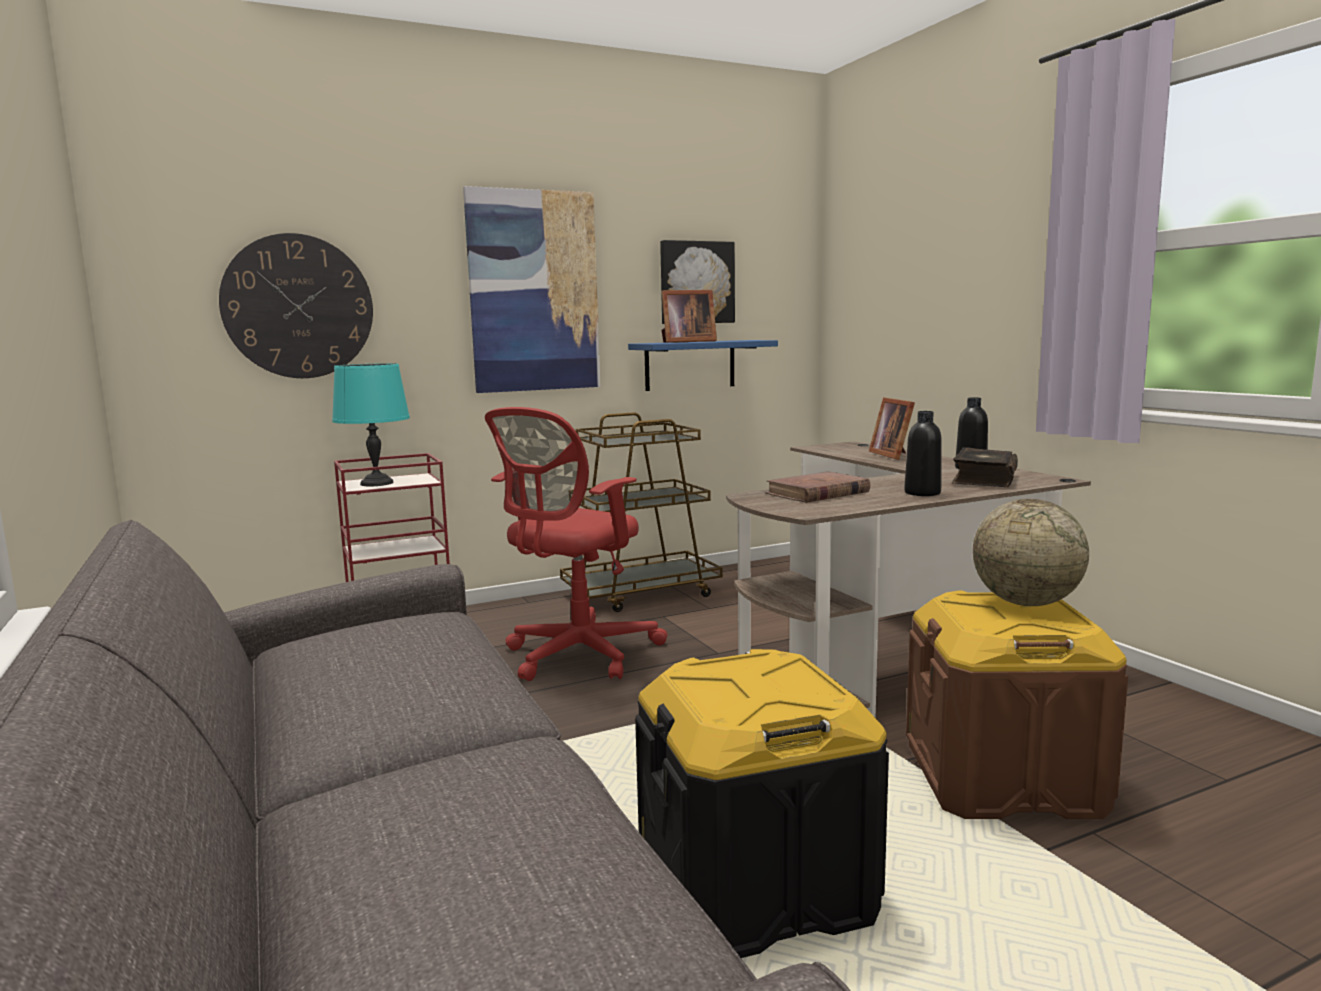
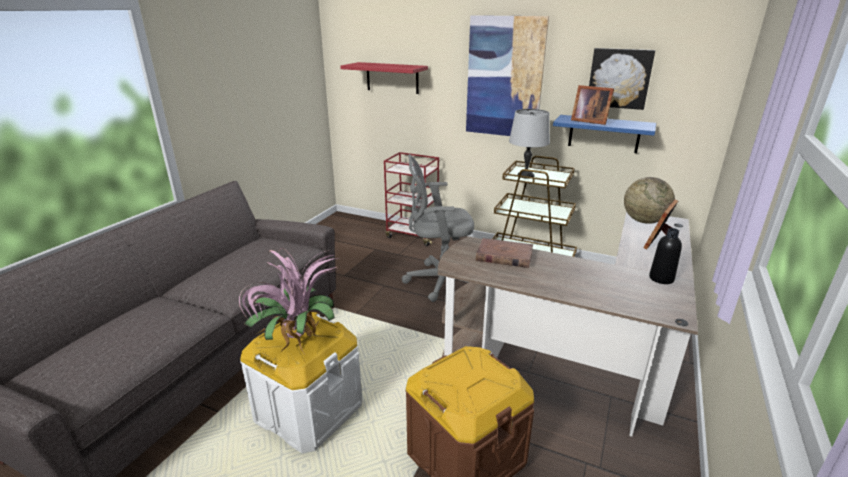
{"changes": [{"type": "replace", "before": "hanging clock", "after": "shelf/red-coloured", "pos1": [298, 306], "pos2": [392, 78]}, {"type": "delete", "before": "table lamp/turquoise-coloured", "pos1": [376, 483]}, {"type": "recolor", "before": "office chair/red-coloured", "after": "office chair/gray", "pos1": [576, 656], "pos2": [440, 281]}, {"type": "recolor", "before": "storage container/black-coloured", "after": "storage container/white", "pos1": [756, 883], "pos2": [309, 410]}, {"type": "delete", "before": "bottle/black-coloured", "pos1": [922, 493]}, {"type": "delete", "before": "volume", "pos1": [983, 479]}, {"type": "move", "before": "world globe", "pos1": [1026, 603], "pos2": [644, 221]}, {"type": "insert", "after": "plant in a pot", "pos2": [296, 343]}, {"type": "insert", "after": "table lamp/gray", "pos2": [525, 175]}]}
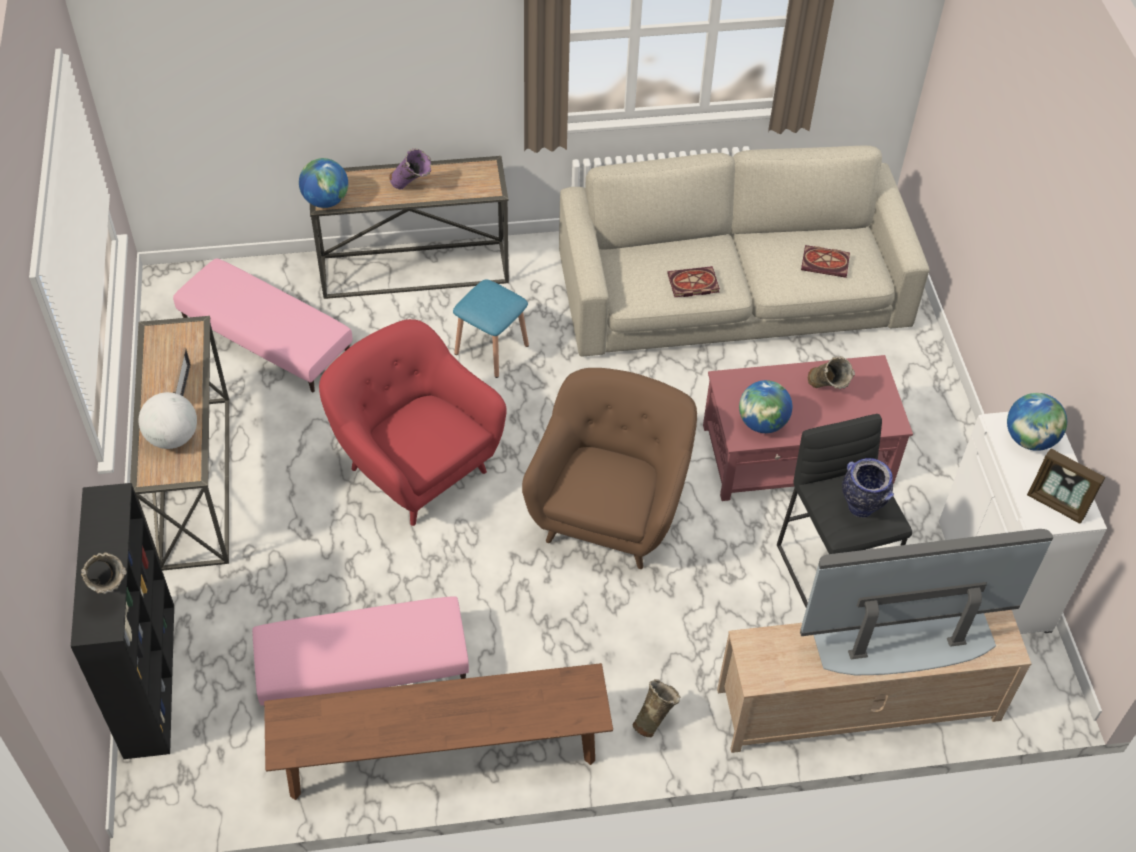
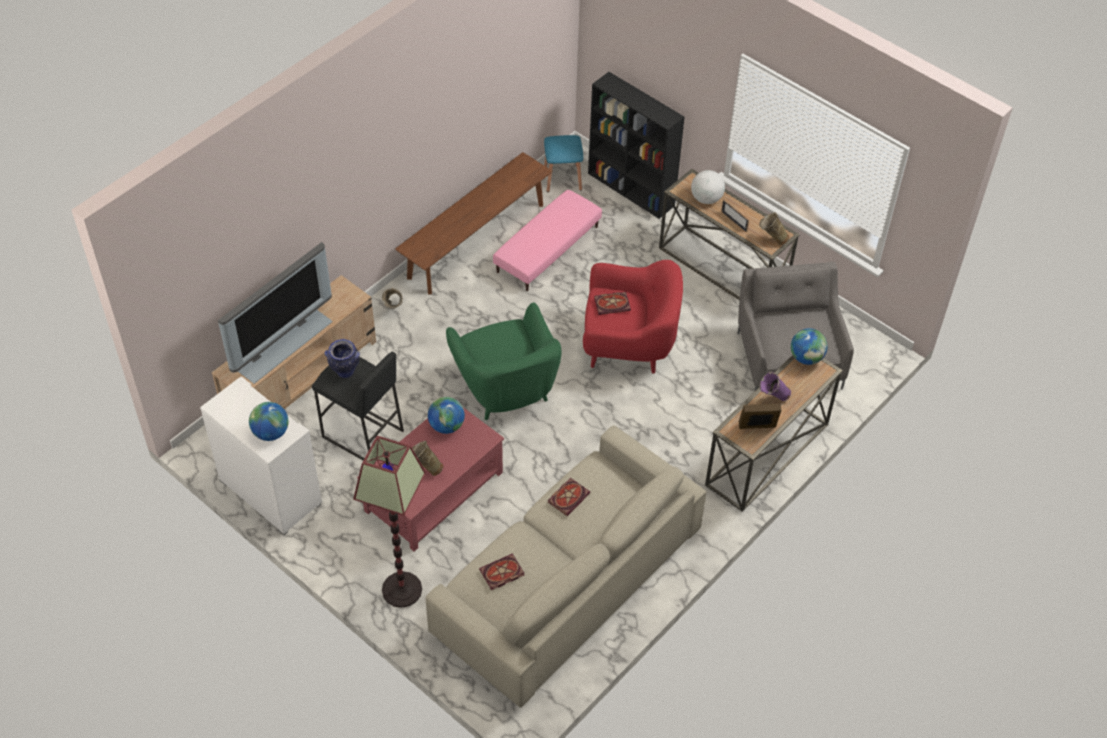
{"changes": [{"type": "move", "before": "flower vase/beige-coloured", "pos1": [109, 592], "pos2": [771, 241]}, {"type": "replace", "before": "pouffe/pink", "after": "easy chair/gray", "pos1": [266, 338], "pos2": [788, 356]}, {"type": "move", "before": "stool/blue", "pos1": [491, 349], "pos2": [562, 178]}, {"type": "recolor", "before": "easy chair/brown", "after": "easy chair/green-coloured", "pos1": [609, 513], "pos2": [506, 389]}, {"type": "move", "before": "photo frame", "pos1": [1057, 504], "pos2": [757, 427]}, {"type": "insert", "after": "standing lamp", "pos2": [402, 589]}, {"type": "insert", "after": "volume", "pos2": [613, 304]}]}
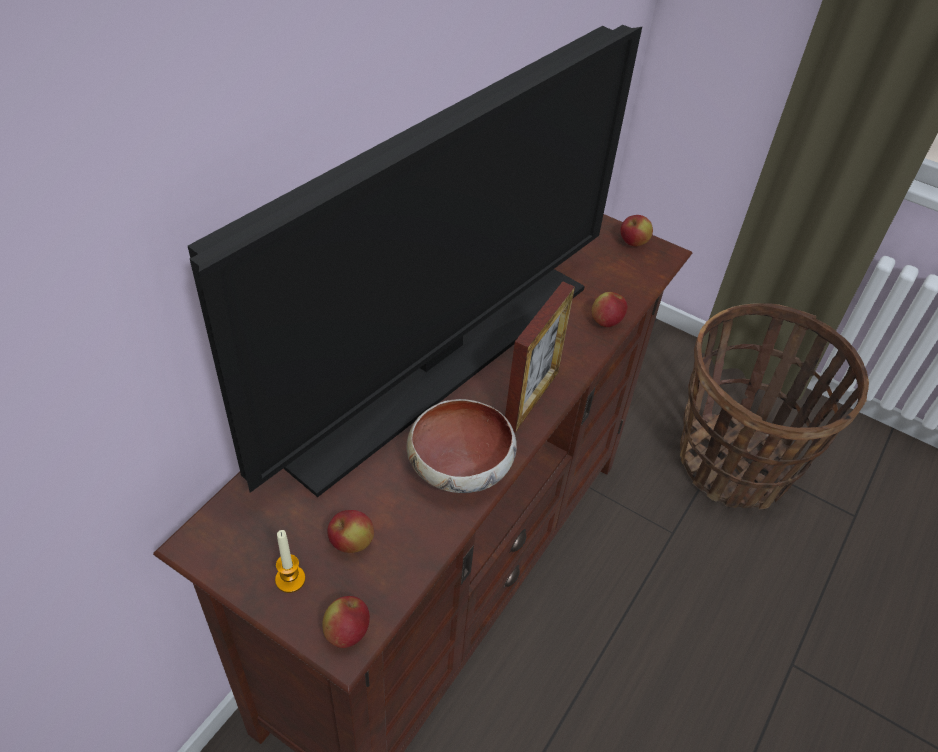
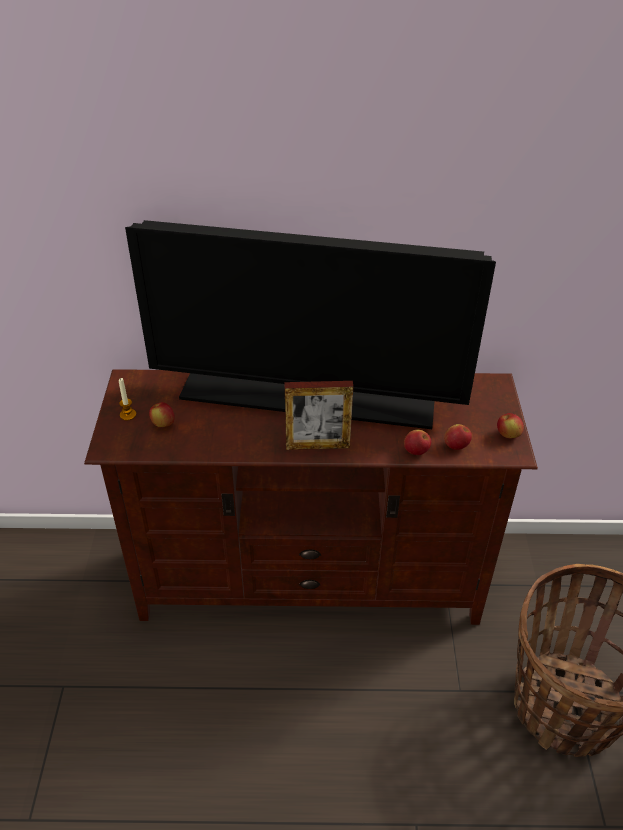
{"changes": [{"type": "move", "before": "apple", "pos1": [347, 632], "pos2": [456, 446]}, {"type": "delete", "before": "serving bowl", "pos1": [461, 465]}]}
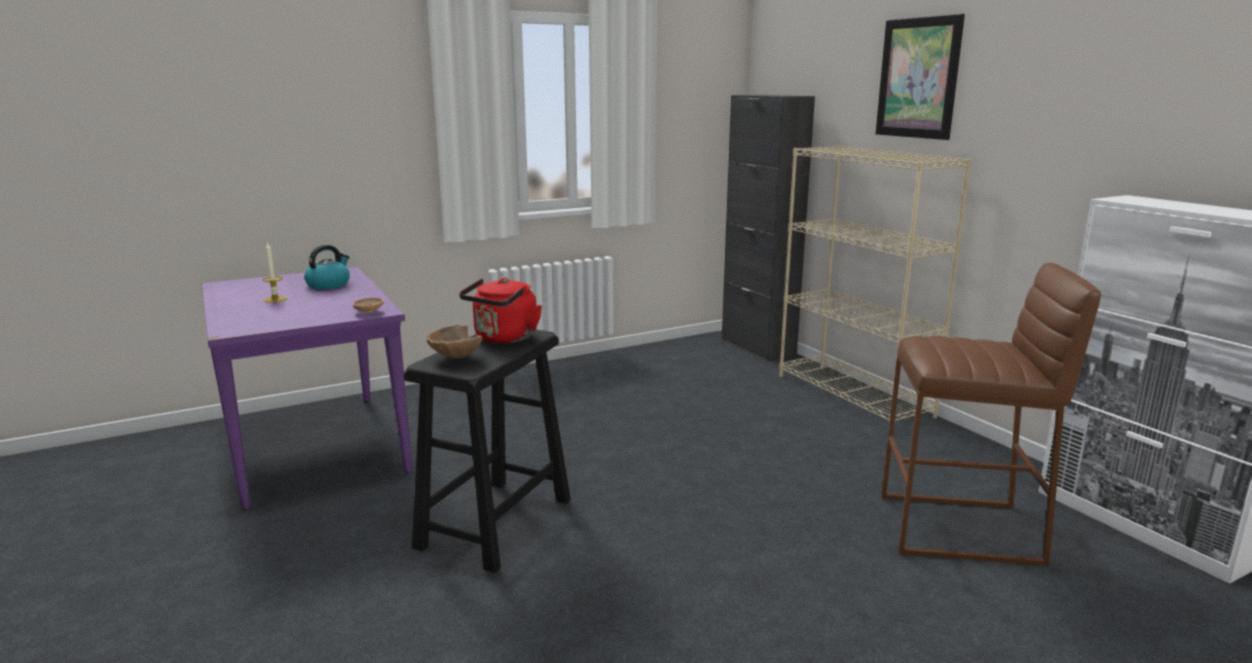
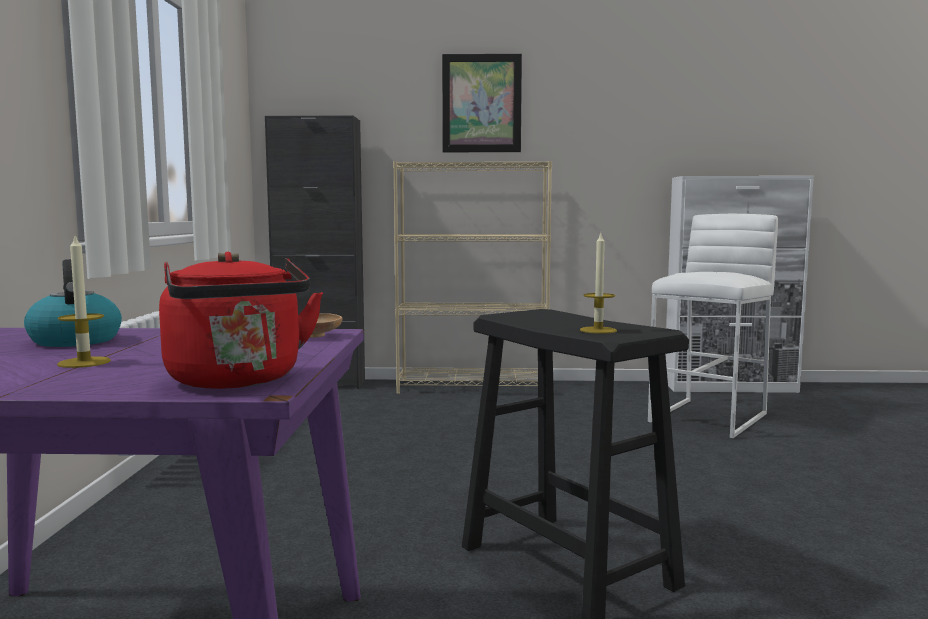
{"changes": [{"type": "replace", "before": "serving bowl/brown", "after": "candle", "pos1": [454, 358], "pos2": [598, 330]}, {"type": "move", "before": "water kettle/red-coloured", "pos1": [503, 339], "pos2": [238, 381]}, {"type": "recolor", "before": "stool/brown", "after": "stool/white", "pos1": [960, 529], "pos2": [710, 417]}]}
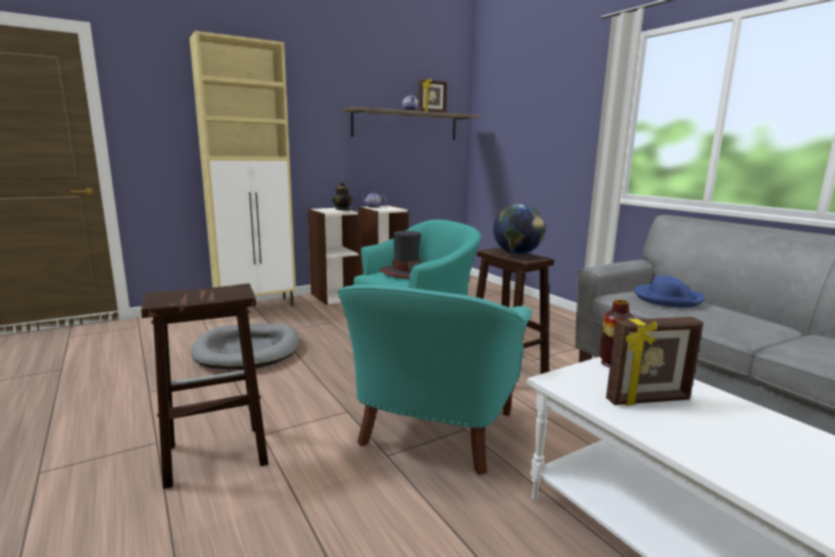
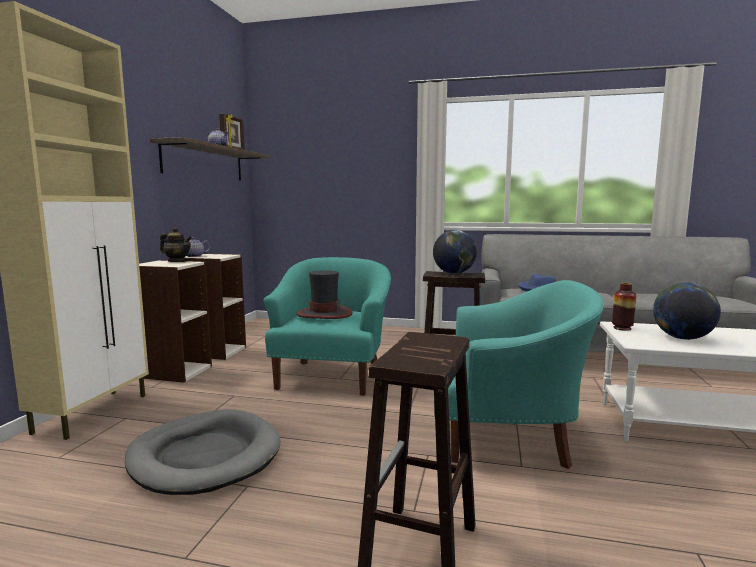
{"changes": [{"type": "rotate", "before": "easy chair/turquoise-coloured", "pos1": [433, 432], "pos2": [508, 436], "turn": -60}, {"type": "replace", "before": "photo frame", "after": "world globe", "pos1": [648, 400], "pos2": [682, 338]}]}
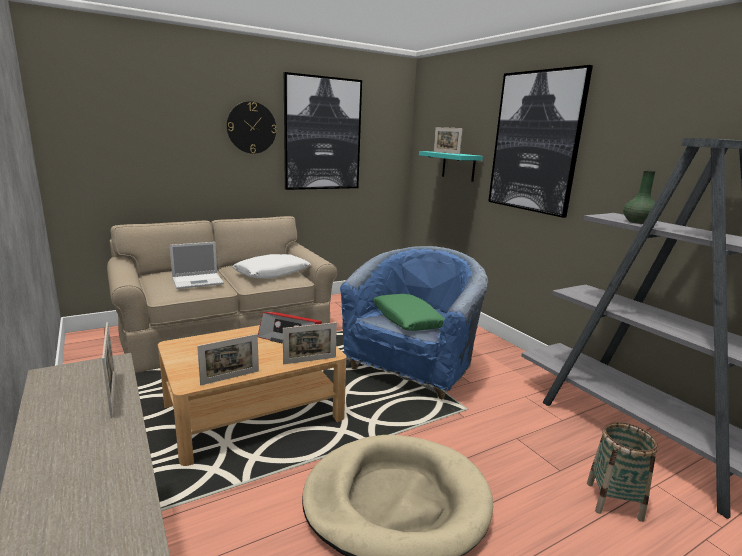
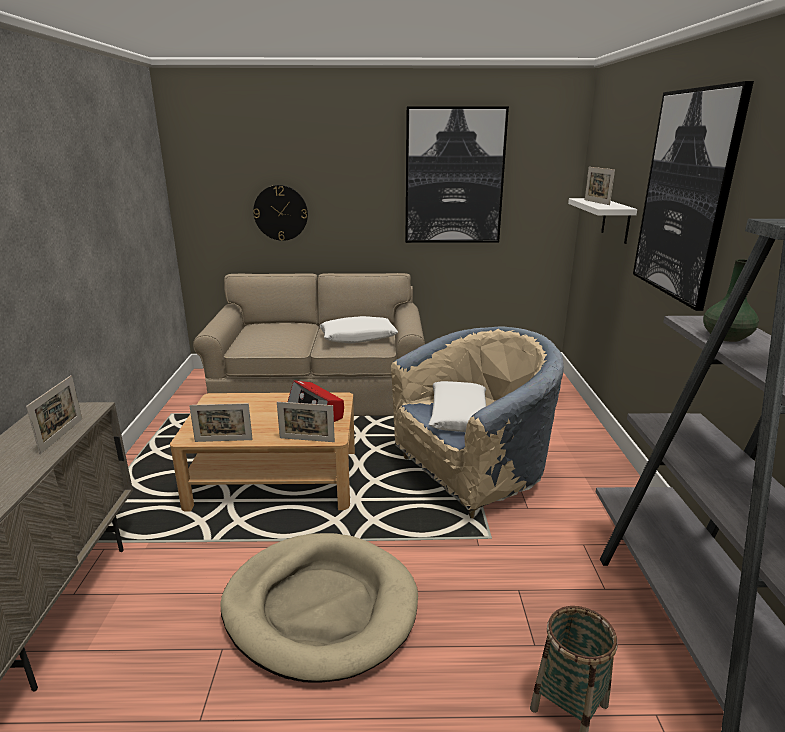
{"changes": [{"type": "delete", "before": "portable computer", "pos1": [198, 281]}, {"type": "move", "before": "hanging clock", "pos1": [251, 127], "pos2": [280, 213]}, {"type": "recolor", "before": "easy chair/blue", "after": "easy chair/beige-coloured", "pos1": [413, 368], "pos2": [472, 474]}, {"type": "recolor", "before": "throw pillow/green-coloured", "after": "throw pillow/white", "pos1": [407, 320], "pos2": [458, 416]}, {"type": "recolor", "before": "shelf/turquoise-coloured", "after": "shelf/white", "pos1": [458, 166], "pos2": [616, 220]}]}
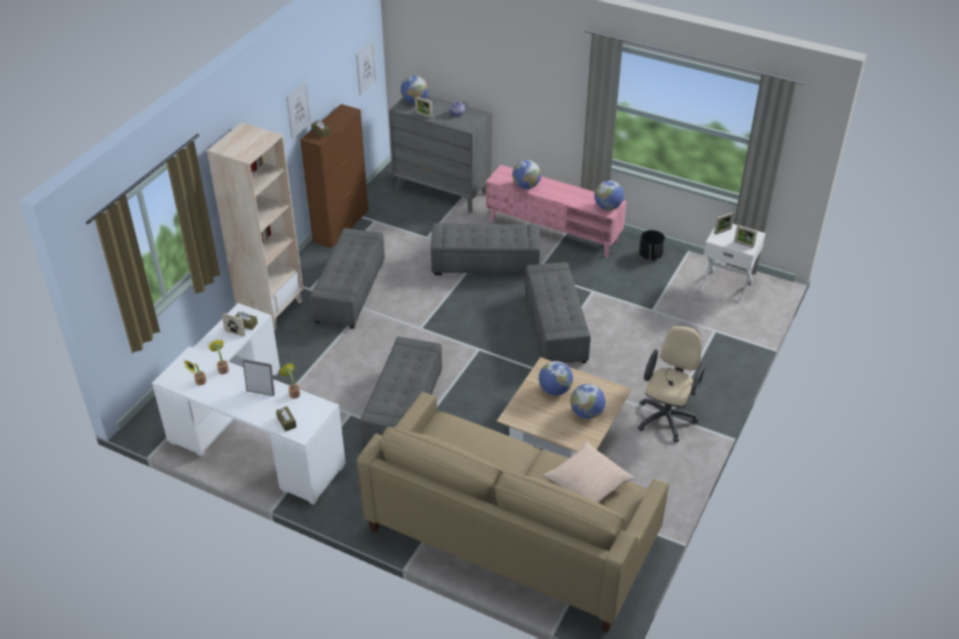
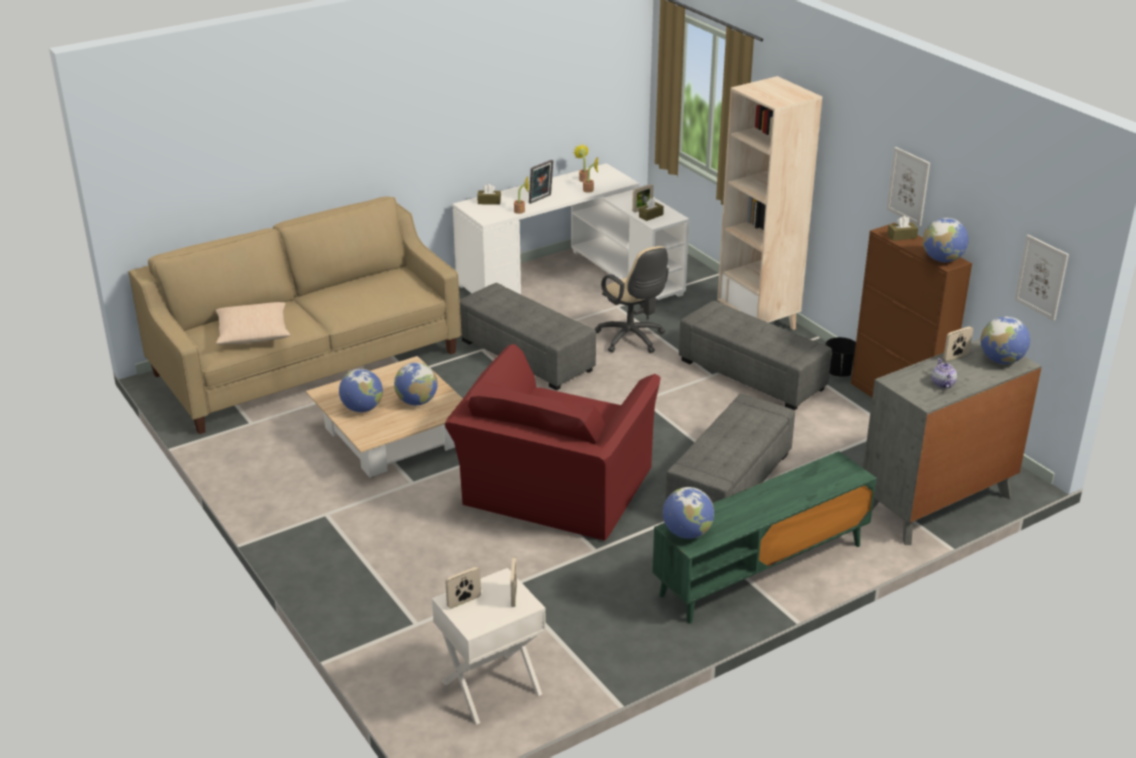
{"changes": [{"type": "recolor", "before": "tv unit/pink", "after": "tv unit/green-coloured", "pos1": [554, 231], "pos2": [761, 570]}, {"type": "move", "before": "world globe", "pos1": [526, 186], "pos2": [942, 260]}, {"type": "replace", "before": "pouffe/gray", "after": "easy chair/red-coloured", "pos1": [555, 327], "pos2": [554, 492]}, {"type": "move", "before": "office chair/beige-coloured", "pos1": [667, 416], "pos2": [632, 340]}, {"type": "move", "before": "plant pot/black-coloured", "pos1": [650, 255], "pos2": [839, 372]}]}
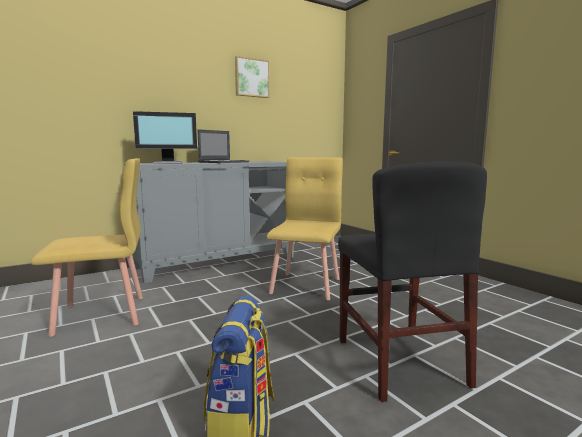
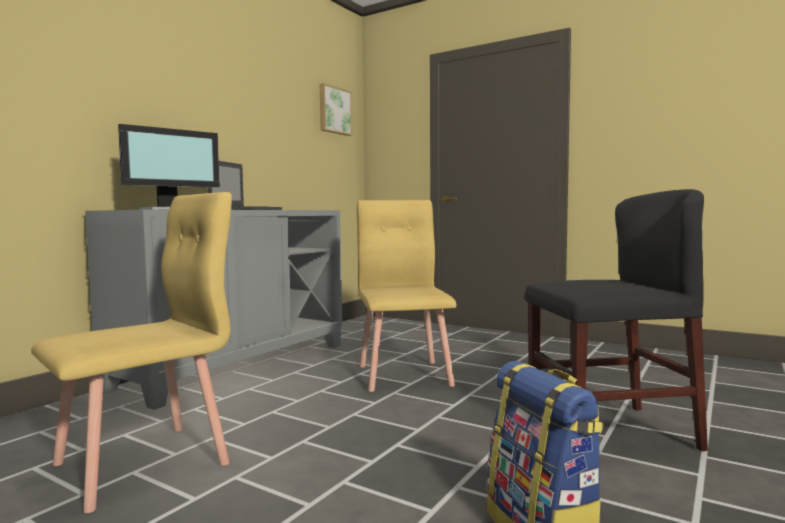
{"changes": [{"type": "move", "before": "picture", "pos1": [251, 78], "pos2": [334, 110]}, {"type": "rotate", "before": "plain chair/black-coloured", "pos1": [399, 361], "pos2": [610, 431], "turn": -60}]}
